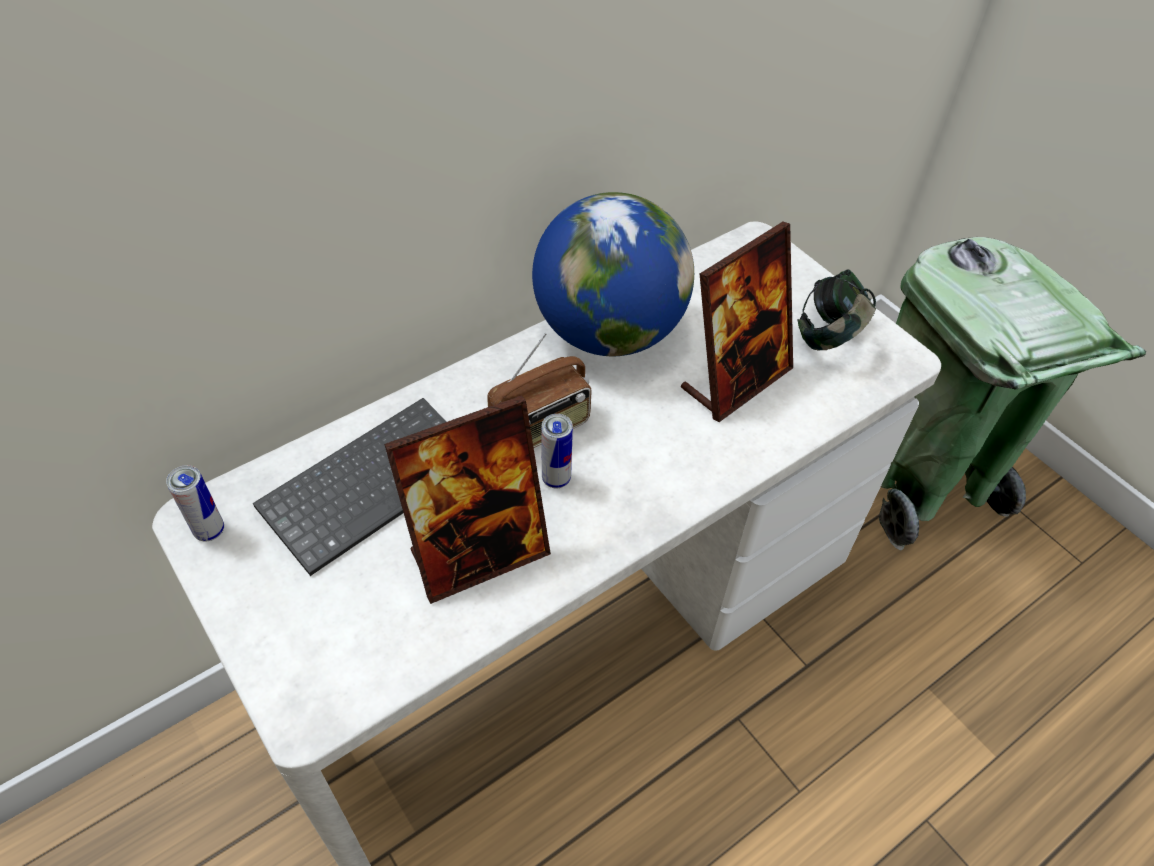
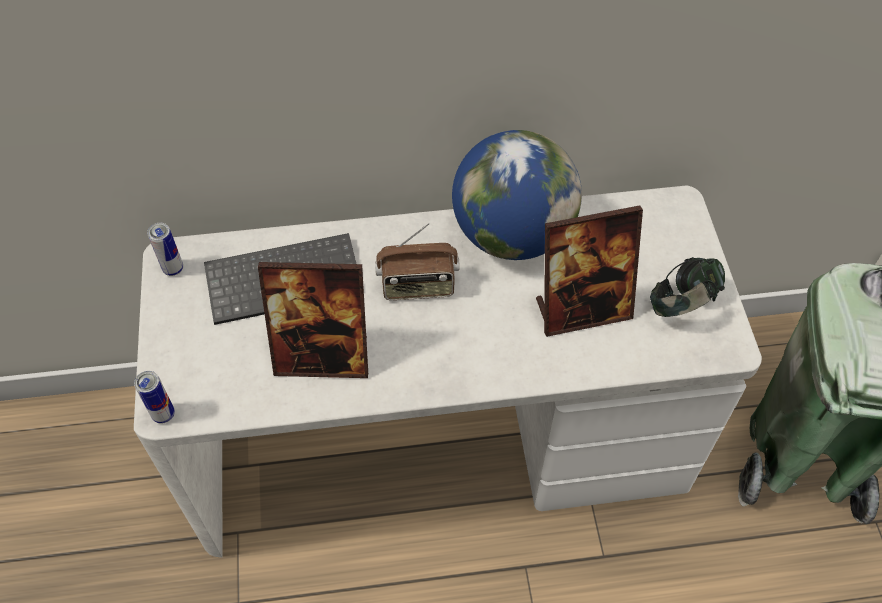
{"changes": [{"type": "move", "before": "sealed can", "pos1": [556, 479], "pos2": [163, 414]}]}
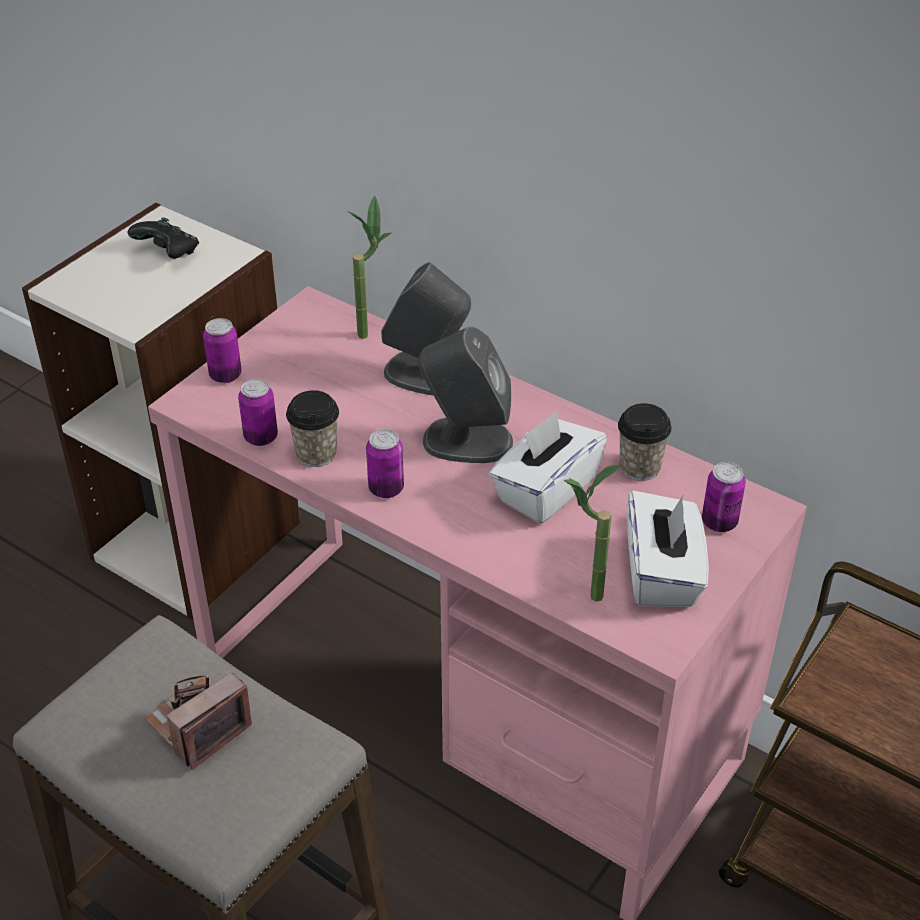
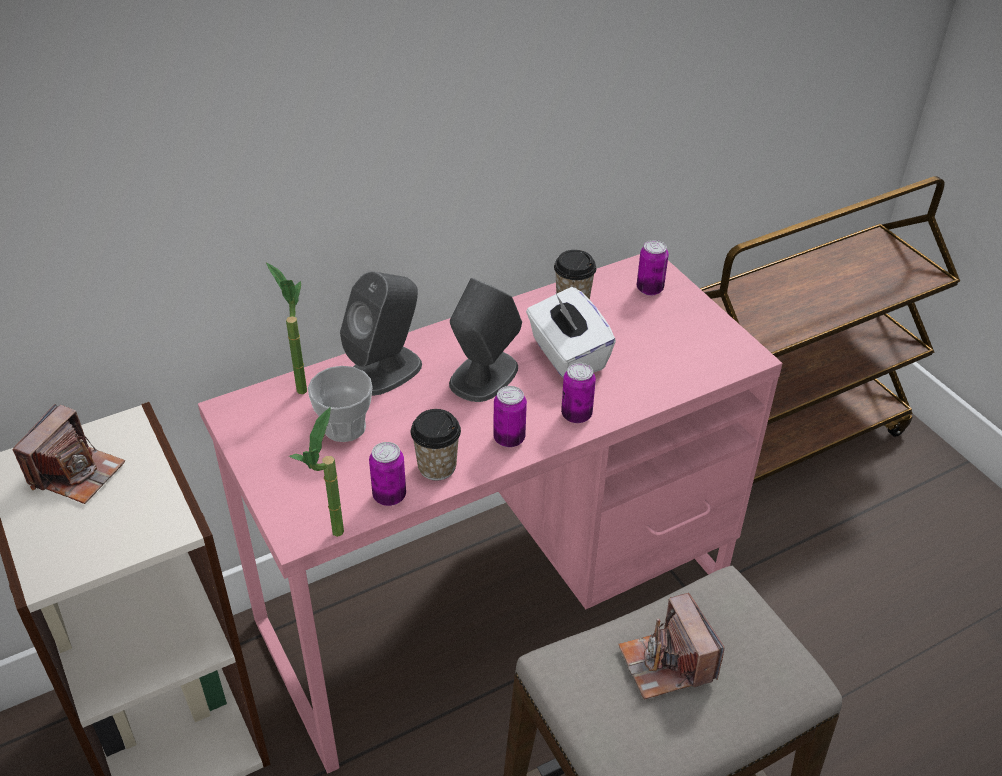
{"changes": [{"type": "replace", "before": "game controller/black-coloured", "after": "photo camera", "pos1": [169, 253], "pos2": [76, 473]}, {"type": "move", "before": "sealed can", "pos1": [225, 375], "pos2": [576, 415]}, {"type": "move", "before": "plant in a pot", "pos1": [582, 597], "pos2": [331, 541]}, {"type": "delete", "before": "box of tissues/white", "pos1": [662, 574]}, {"type": "insert", "after": "cup", "pos2": [344, 427]}]}
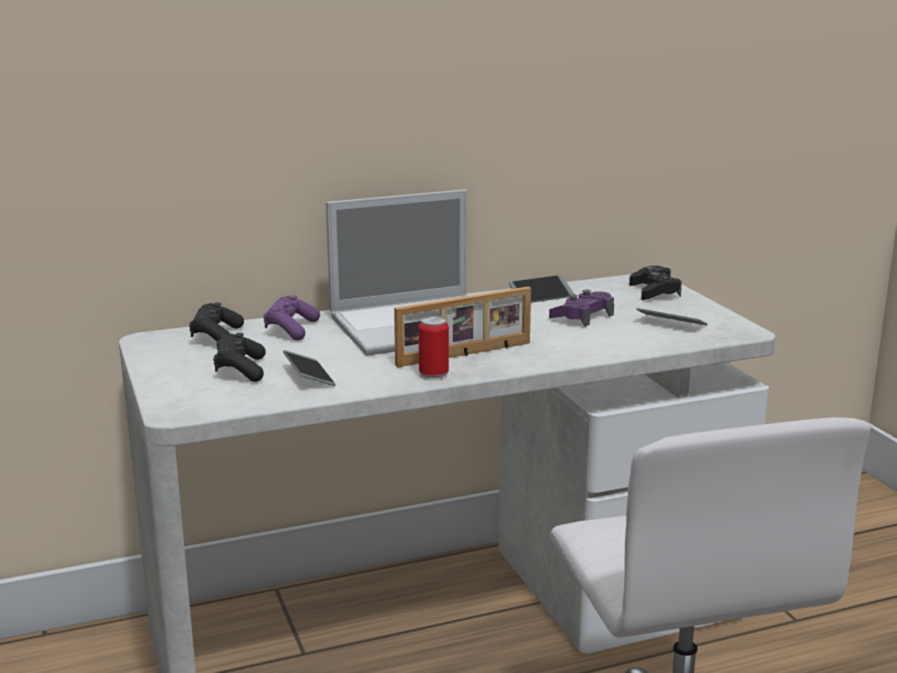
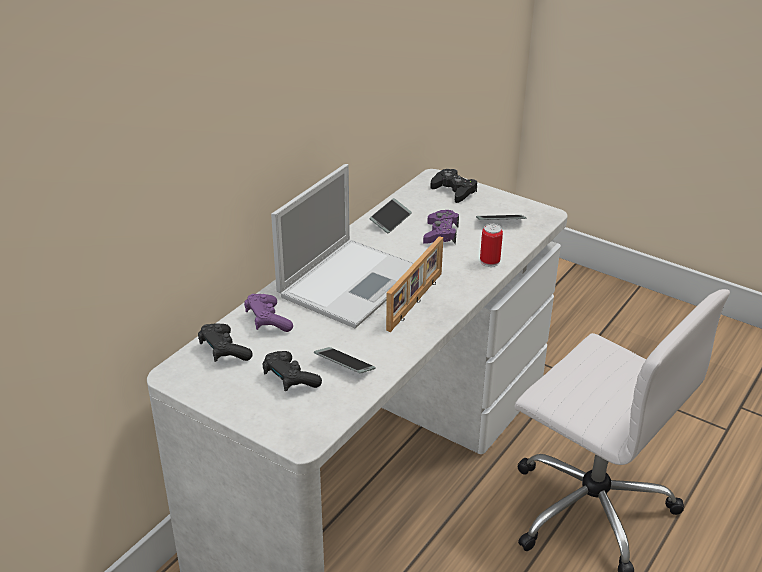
{"changes": [{"type": "move", "before": "sealed can", "pos1": [433, 375], "pos2": [489, 261]}]}
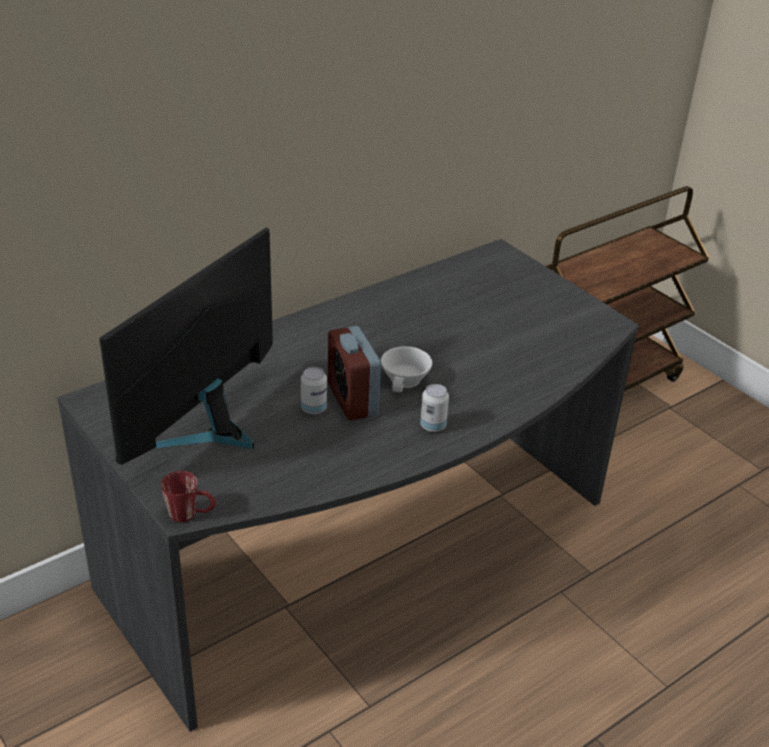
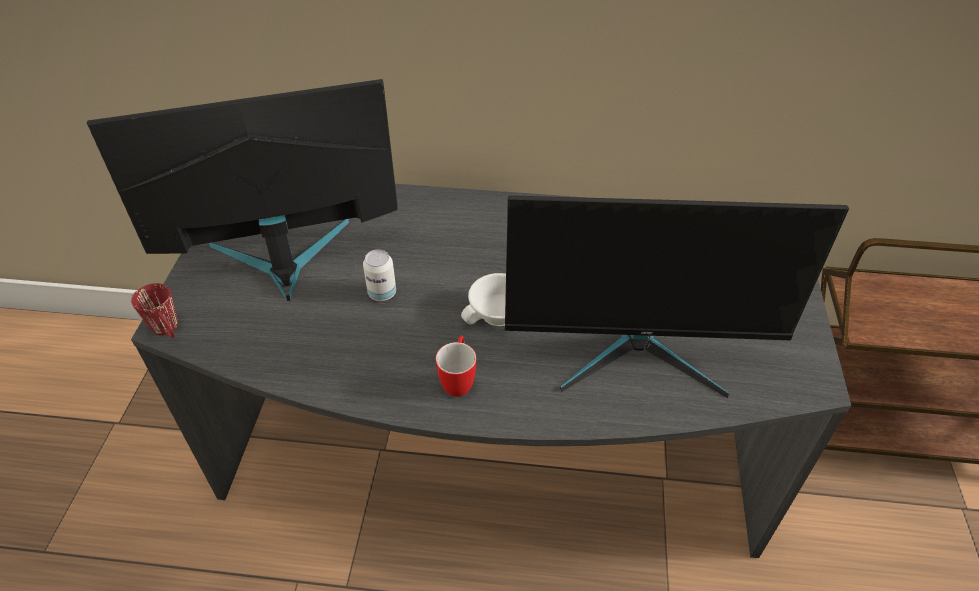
{"changes": [{"type": "delete", "before": "alarm clock", "pos1": [352, 400]}, {"type": "replace", "before": "sealed can", "after": "coffee mug", "pos1": [433, 426], "pos2": [458, 380]}, {"type": "insert", "after": "computer display", "pos2": [640, 353]}]}
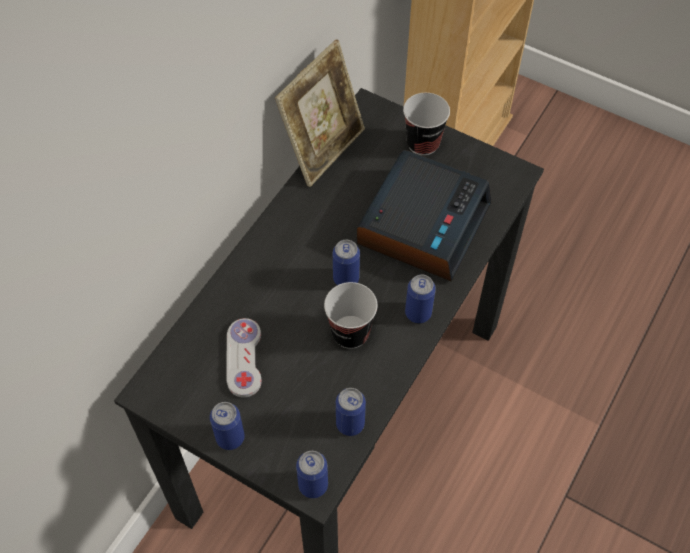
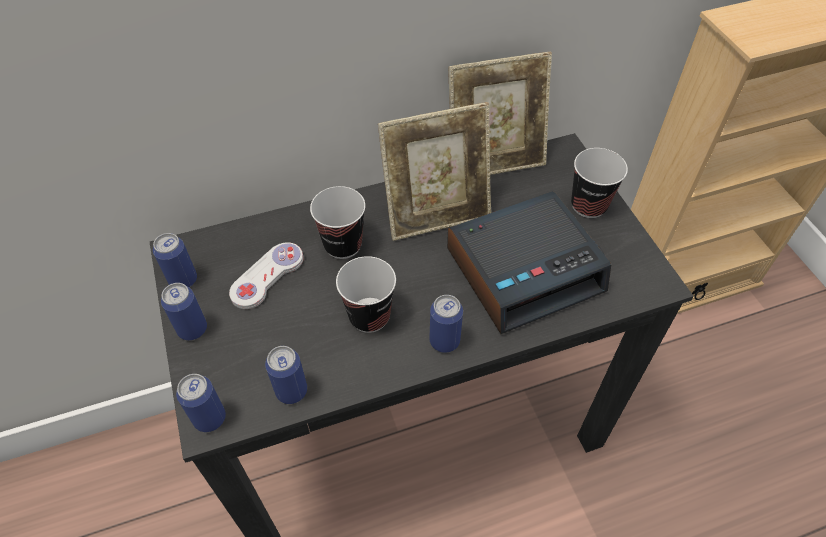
{"changes": [{"type": "move", "before": "sealed can", "pos1": [346, 279], "pos2": [183, 280]}, {"type": "insert", "after": "cup", "pos2": [343, 245]}, {"type": "insert", "after": "photo frame", "pos2": [436, 215]}]}
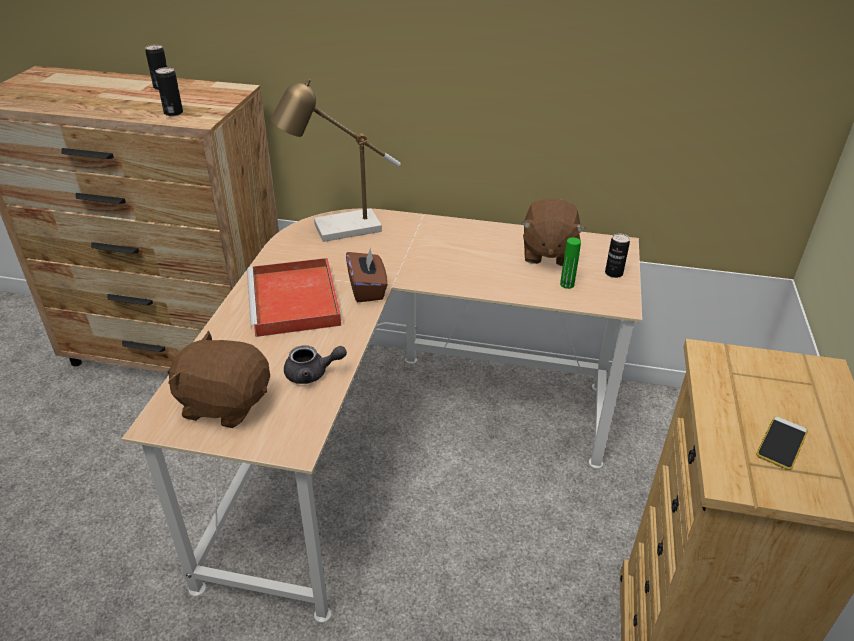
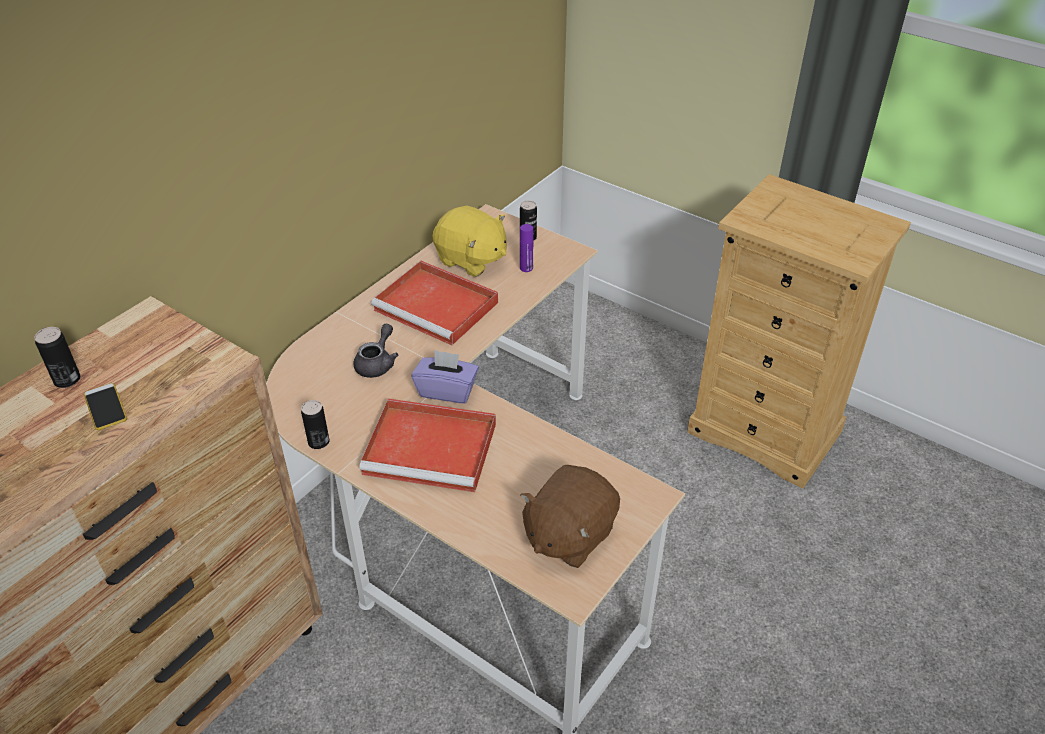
{"changes": [{"type": "move", "before": "sealed can", "pos1": [173, 113], "pos2": [318, 442]}, {"type": "delete", "before": "table lamp", "pos1": [338, 230]}, {"type": "move", "before": "pot for tea/gray", "pos1": [312, 374], "pos2": [377, 363]}, {"type": "recolor", "before": "box of tissues/brown", "after": "box of tissues/purple", "pos1": [367, 289], "pos2": [447, 390]}, {"type": "recolor", "before": "cuddly toy/brown", "after": "cuddly toy/yellowish", "pos1": [548, 253], "pos2": [471, 260]}, {"type": "recolor", "before": "bottle/green-coloured", "after": "bottle/purple", "pos1": [567, 284], "pos2": [526, 268]}, {"type": "move", "before": "handset", "pos1": [781, 443], "pos2": [105, 407]}, {"type": "insert", "after": "serving tray/red-coloured", "pos2": [438, 307]}]}
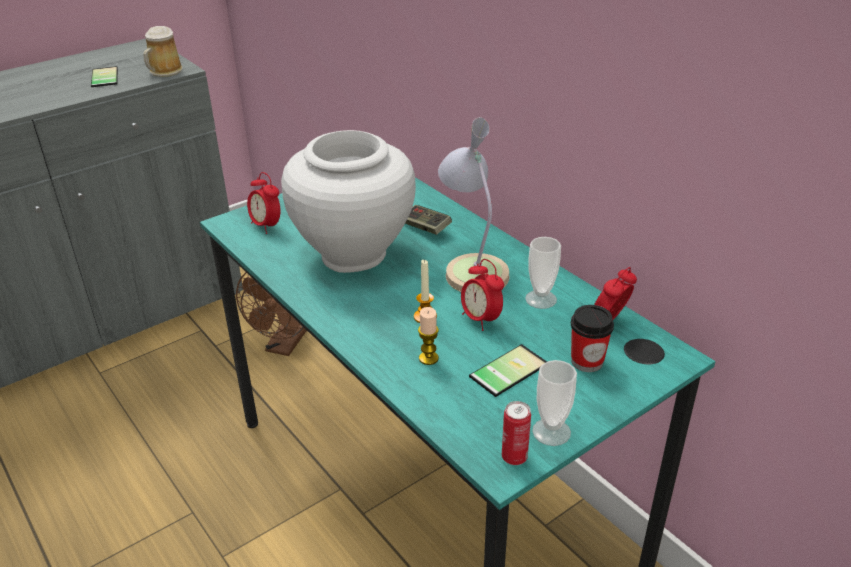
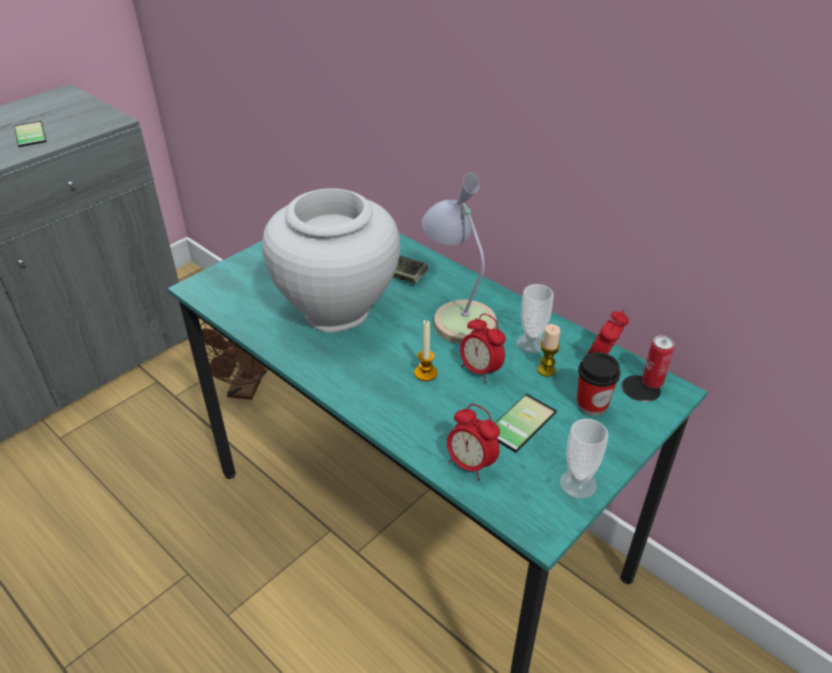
{"changes": [{"type": "delete", "before": "coffee mug", "pos1": [164, 72]}, {"type": "move", "before": "alarm clock", "pos1": [266, 226], "pos2": [470, 464]}, {"type": "move", "before": "candle", "pos1": [428, 358], "pos2": [546, 370]}, {"type": "move", "before": "sealed can", "pos1": [514, 457], "pos2": [652, 382]}]}
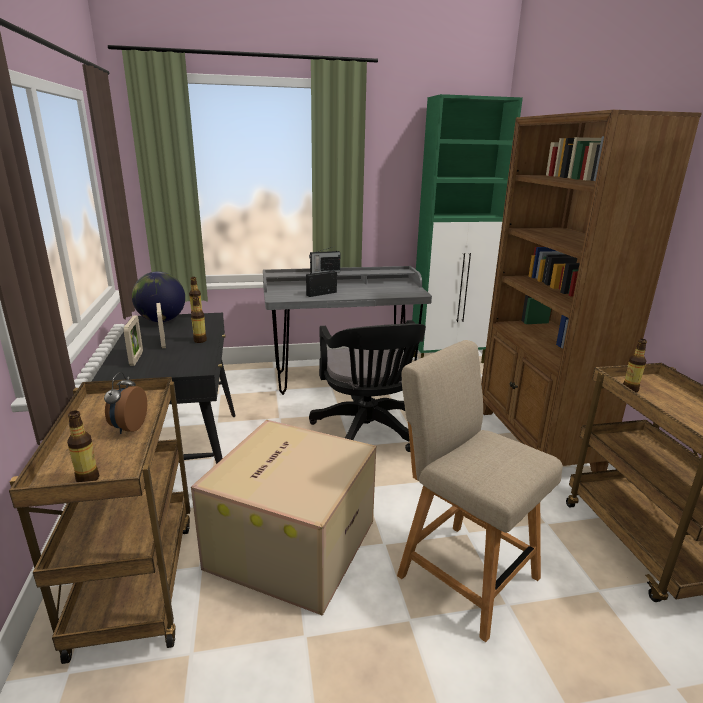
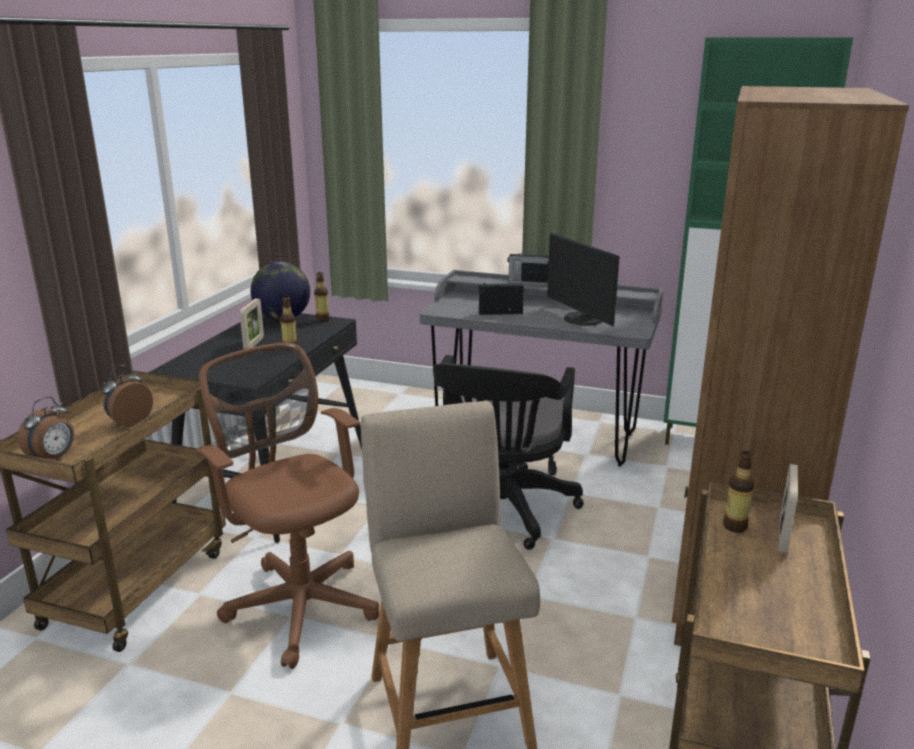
{"changes": [{"type": "replace", "before": "bottle", "after": "alarm clock", "pos1": [88, 479], "pos2": [53, 458]}, {"type": "move", "before": "photo frame", "pos1": [136, 358], "pos2": [782, 537]}, {"type": "replace", "before": "packing box", "after": "office chair/brown", "pos1": [291, 542], "pos2": [299, 602]}, {"type": "insert", "after": "computer display", "pos2": [581, 319]}]}
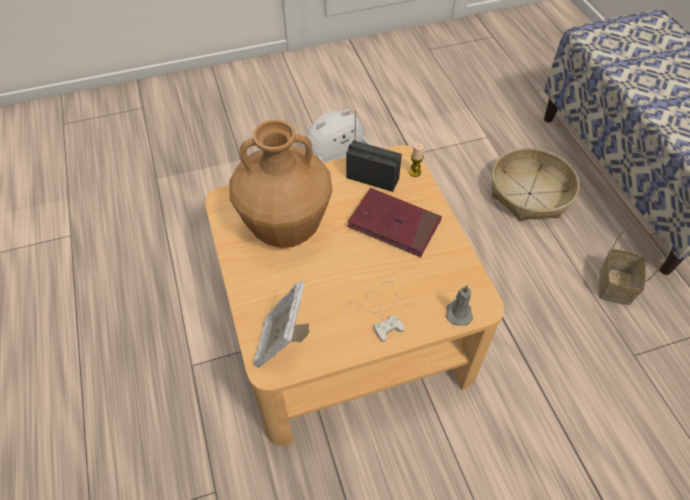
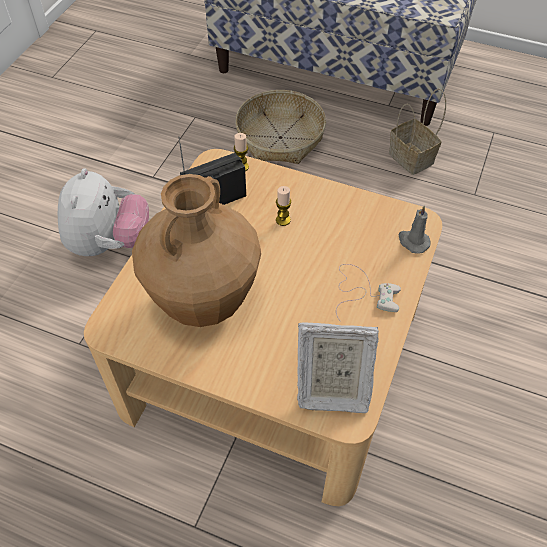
{"changes": [{"type": "rotate", "before": "photo frame", "pos1": [282, 343], "pos2": [331, 389], "turn": -45}, {"type": "replace", "before": "volume/red-coloured", "after": "candle", "pos1": [394, 224], "pos2": [283, 220]}]}
